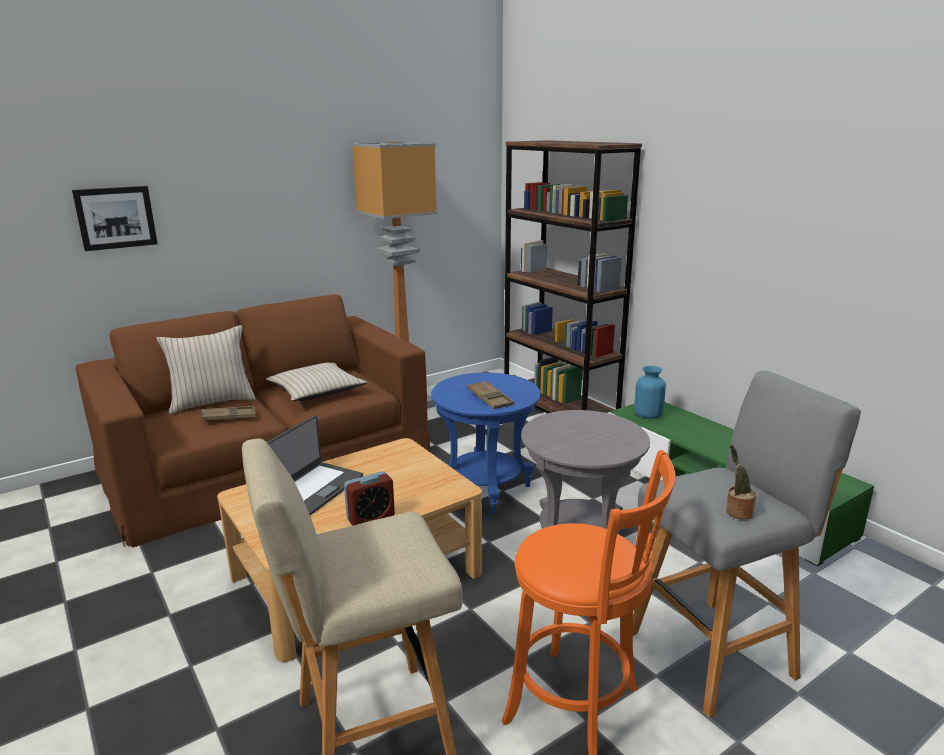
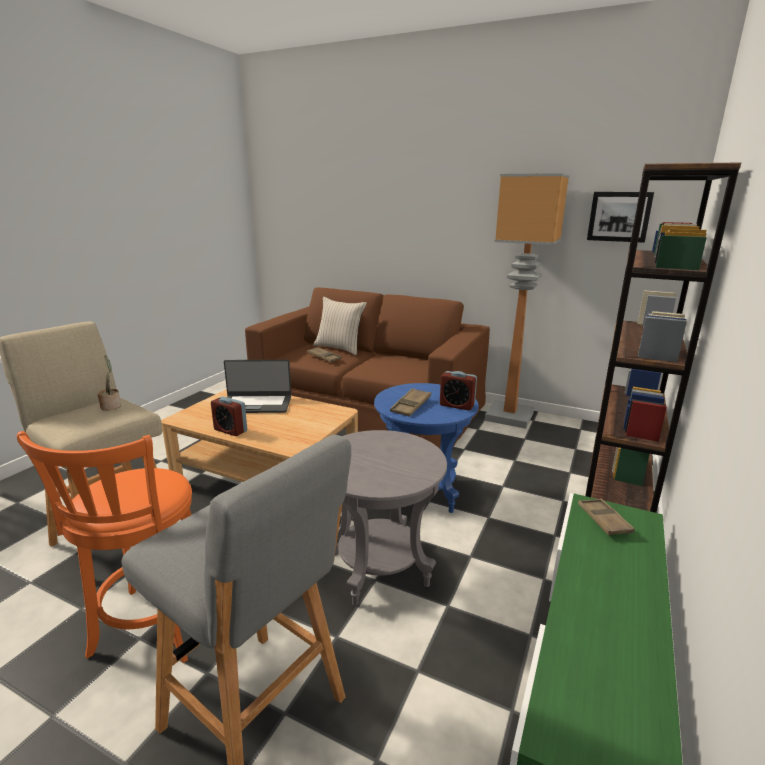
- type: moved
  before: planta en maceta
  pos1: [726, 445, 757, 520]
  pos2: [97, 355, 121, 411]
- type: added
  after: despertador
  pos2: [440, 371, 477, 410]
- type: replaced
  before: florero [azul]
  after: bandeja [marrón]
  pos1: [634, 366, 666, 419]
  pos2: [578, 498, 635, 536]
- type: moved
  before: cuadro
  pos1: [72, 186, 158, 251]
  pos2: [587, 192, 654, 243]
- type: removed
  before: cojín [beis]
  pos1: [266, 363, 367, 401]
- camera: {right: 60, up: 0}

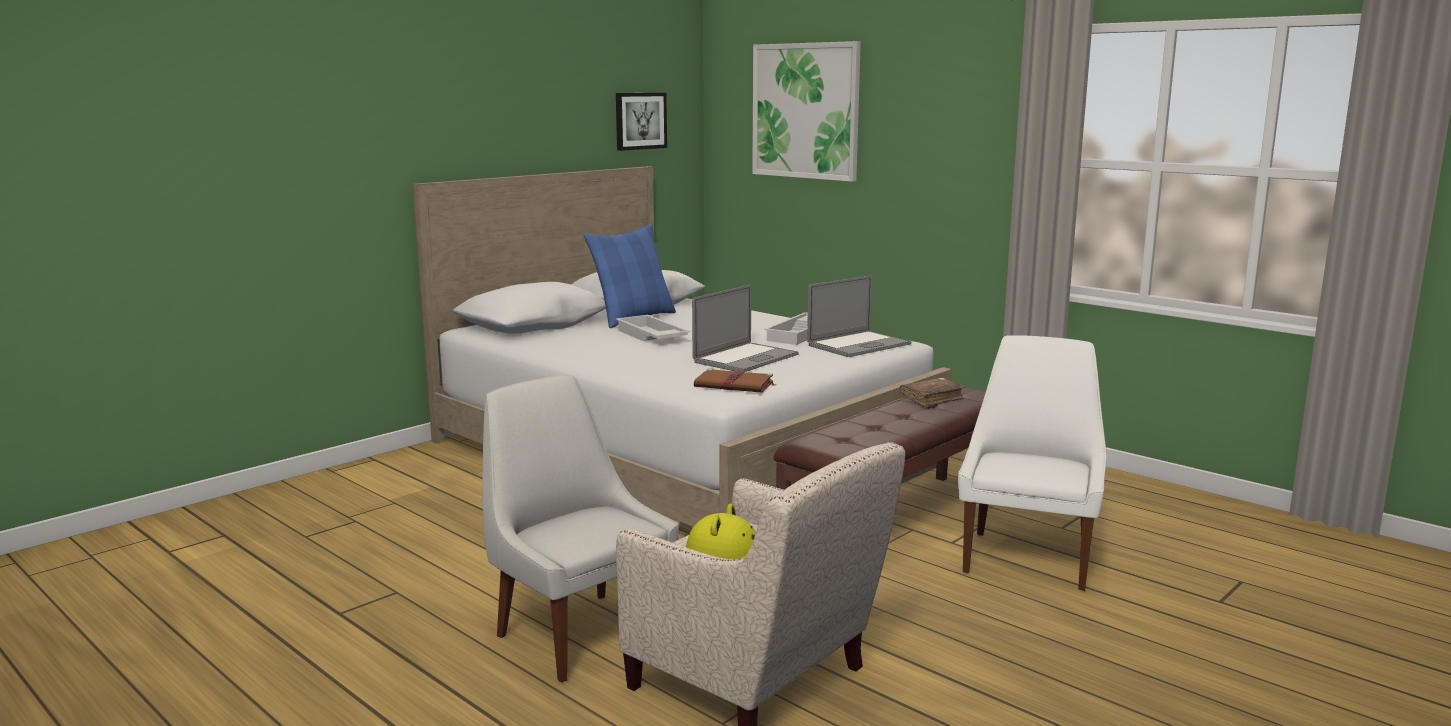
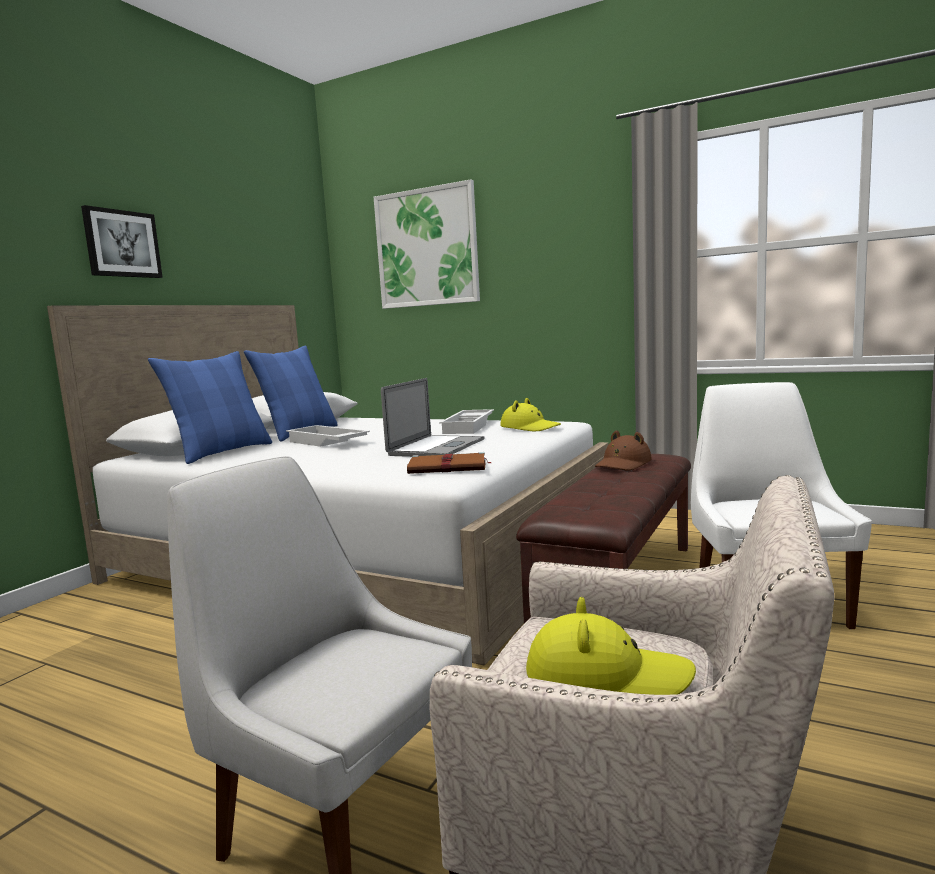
- type: moved
  before: cuadro
  pos1: [616, 93, 667, 151]
  pos2: [81, 205, 163, 278]
- type: added
  after: cojín [azul]
  pos2: [148, 351, 272, 464]
- type: replaced
  before: portátil
  after: sombrero [amarillo]
  pos1: [807, 275, 911, 357]
  pos2: [500, 398, 561, 431]
- type: replaced
  before: libro [marrón]
  after: sombrero [marrón]
  pos1: [900, 377, 965, 408]
  pos2: [595, 430, 652, 471]
- camera: {right: -15, up: -5}

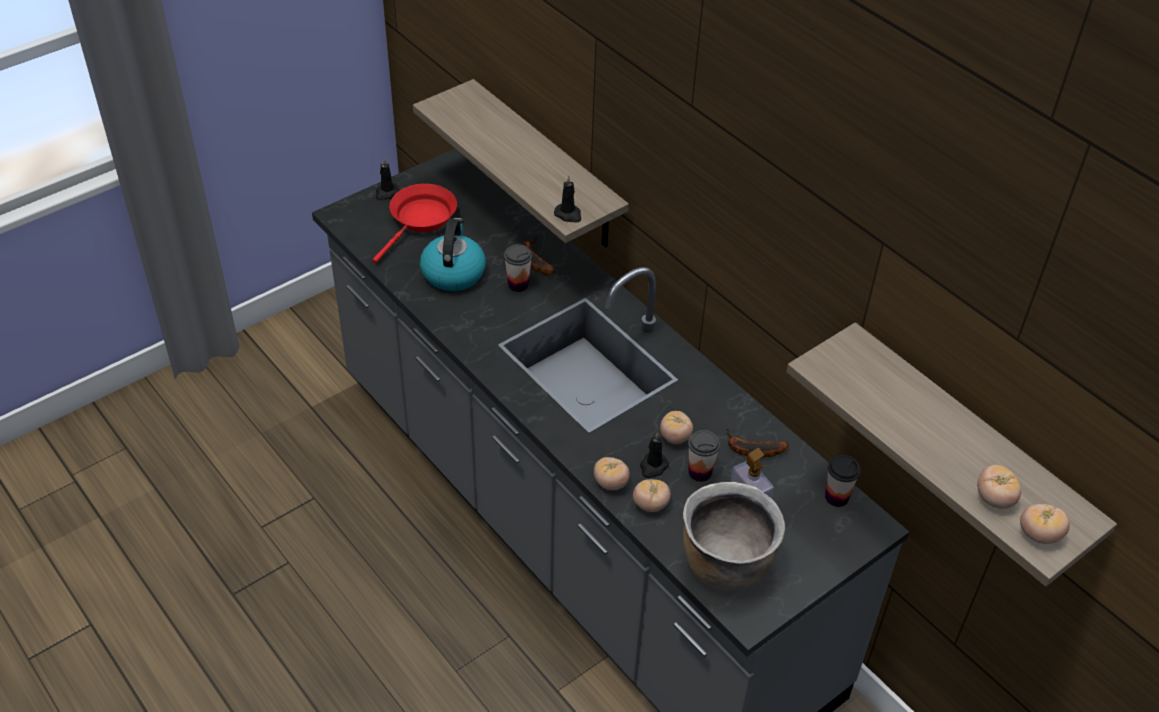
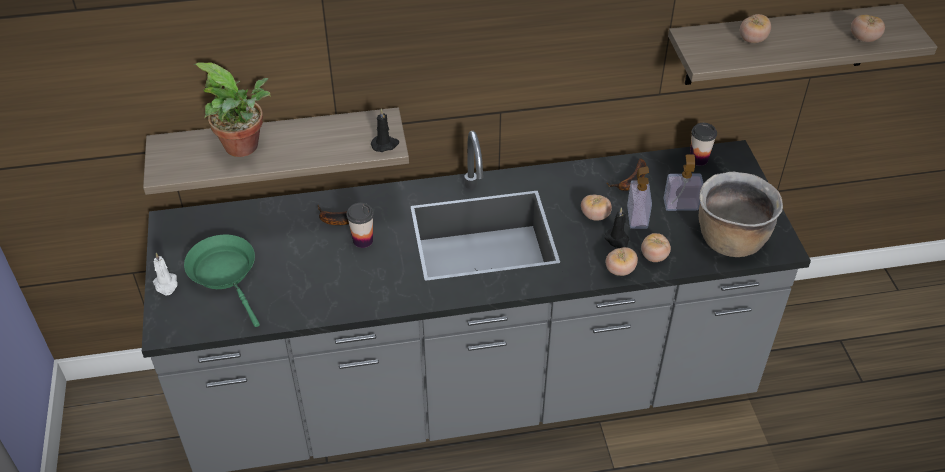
- type: recoloured
  before: vela [negro]
  after: vela [blanco]
  pos1: [376, 158, 400, 200]
  pos2: [153, 253, 178, 295]
- type: recoloured
  before: sartén [rojo]
  after: sartén [verde]
  pos1: [372, 184, 457, 263]
  pos2: [184, 235, 260, 327]
- type: added
  after: planta en maceta
  pos2: [193, 62, 271, 157]
- type: replaced
  before: taza
  after: dispensador de jabón
  pos1: [688, 430, 720, 482]
  pos2: [627, 166, 652, 229]
- type: moved
  before: tomate
  pos1: [1020, 504, 1070, 544]
  pos2: [740, 14, 771, 43]
- type: removed
  before: hervidor
  pos1: [420, 218, 486, 291]
- camera: {right: -60, up: 0}

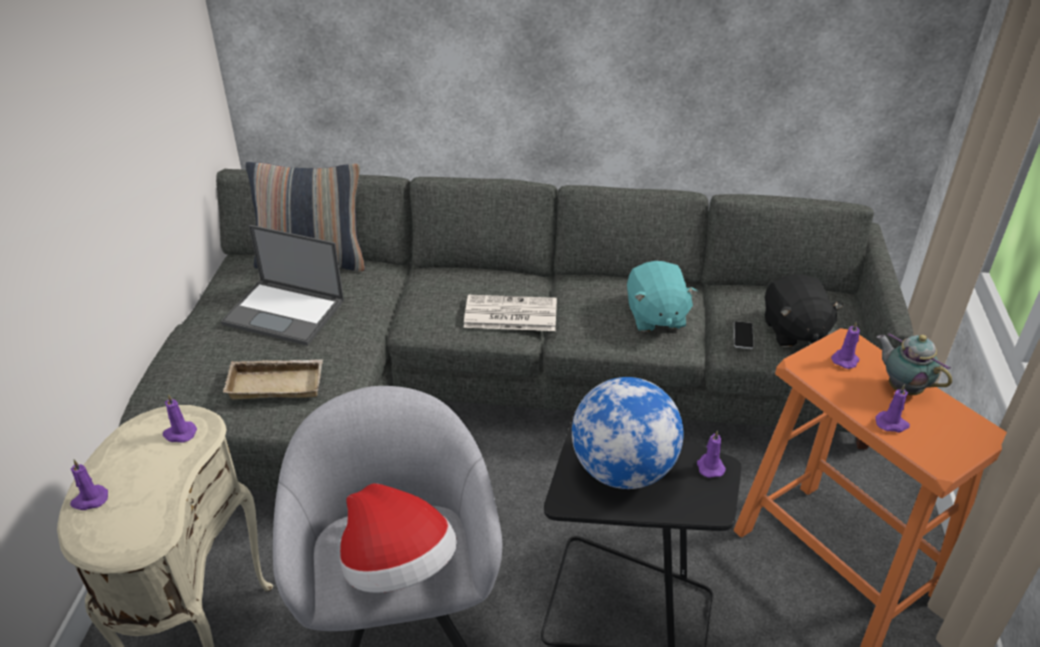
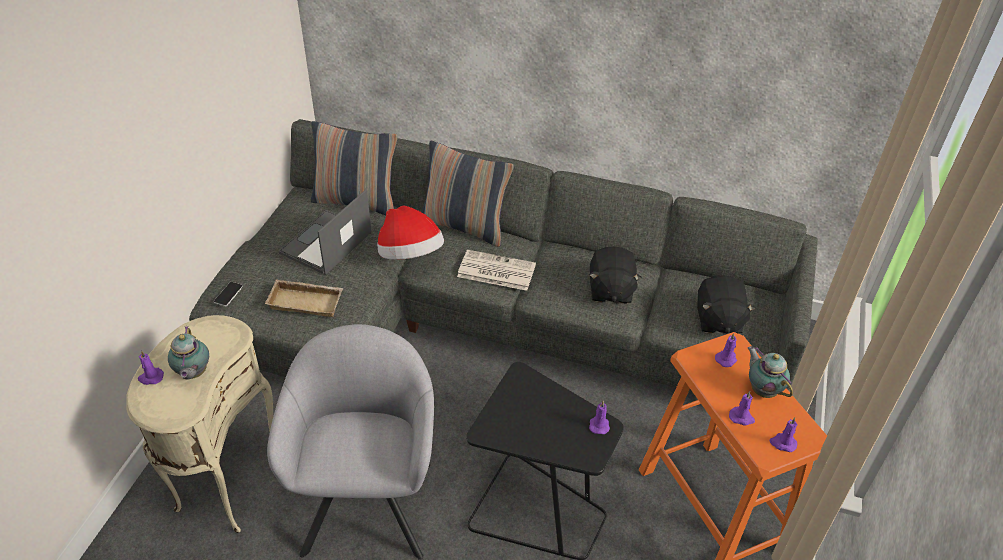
- type: added
  after: tetera
  pos2: [168, 326, 209, 379]
- type: moved
  before: móvil
  pos1: [734, 321, 754, 349]
  pos2: [214, 282, 243, 307]
- type: turned
  before: portátil
  pos1: [221, 225, 344, 346]
  pos2: [279, 189, 371, 275]
  turn: 90
- type: moved
  before: sombrero
  pos1: [340, 483, 457, 593]
  pos2: [377, 206, 444, 260]
- type: added
  after: cojín
  pos2: [422, 141, 514, 247]
- type: recoloured
  before: peluche [turquesa]
  after: peluche [negro]
  pos1: [627, 261, 698, 332]
  pos2: [590, 246, 642, 304]
- type: moved
  before: vela [morado]
  pos1: [163, 394, 197, 443]
  pos2: [769, 417, 798, 452]
- type: removed
  before: globo terráqueo
  pos1: [572, 377, 684, 489]
- camera: {right: 10, up: 5}

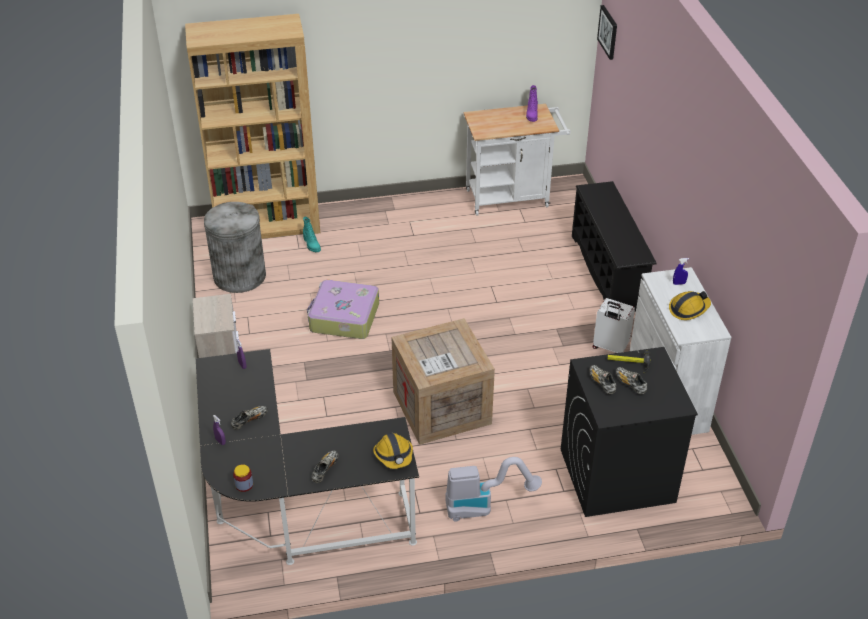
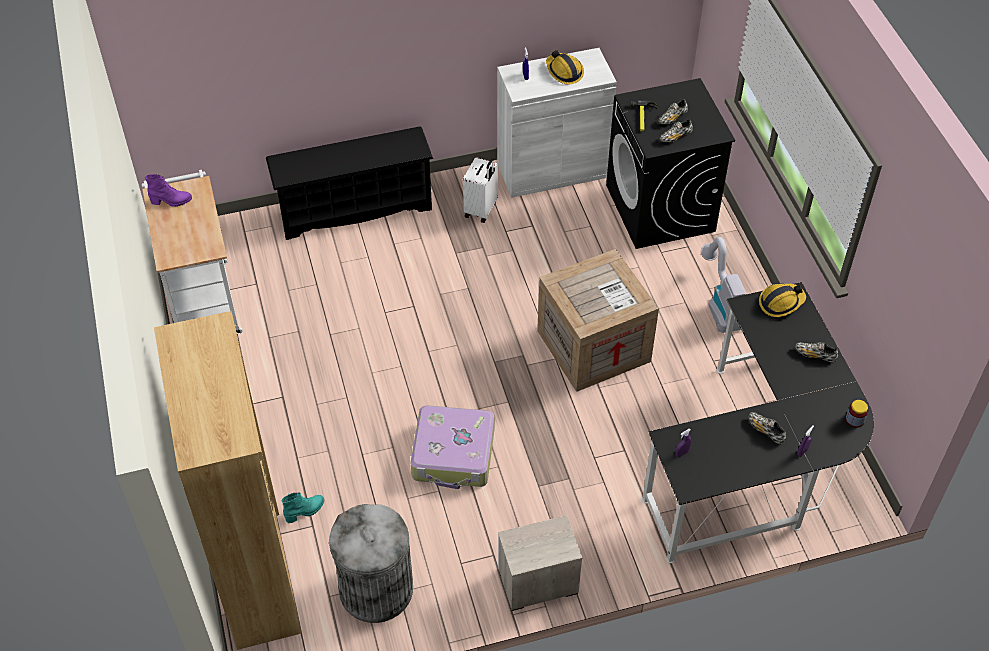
- type: removed
  before: cuadro
  pos1: [597, 5, 617, 60]
- camera: {right: -95, up: 10}

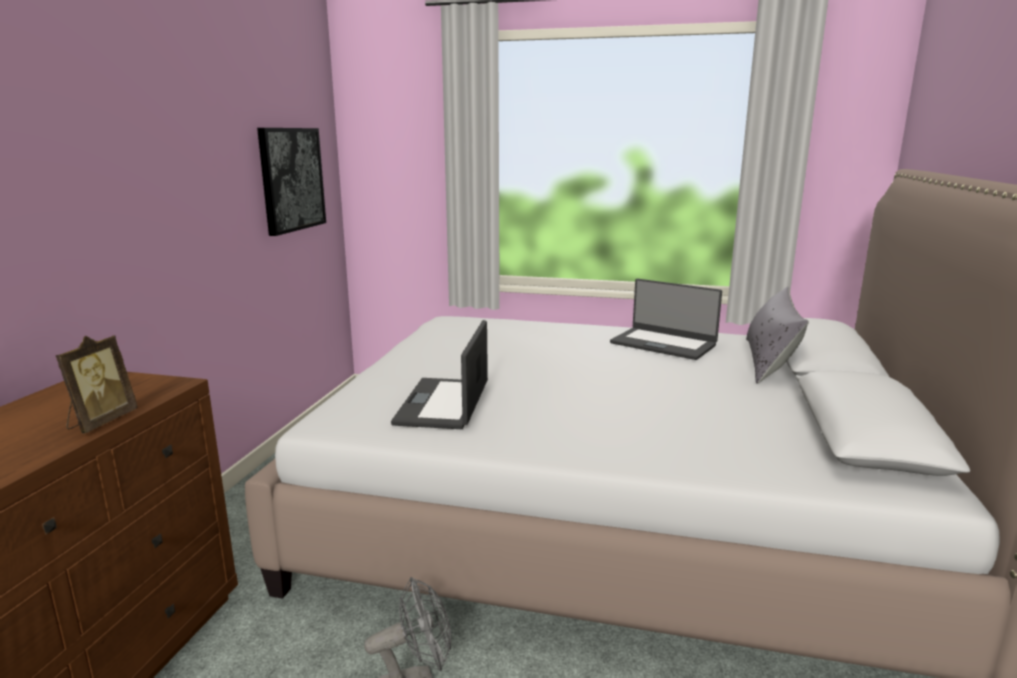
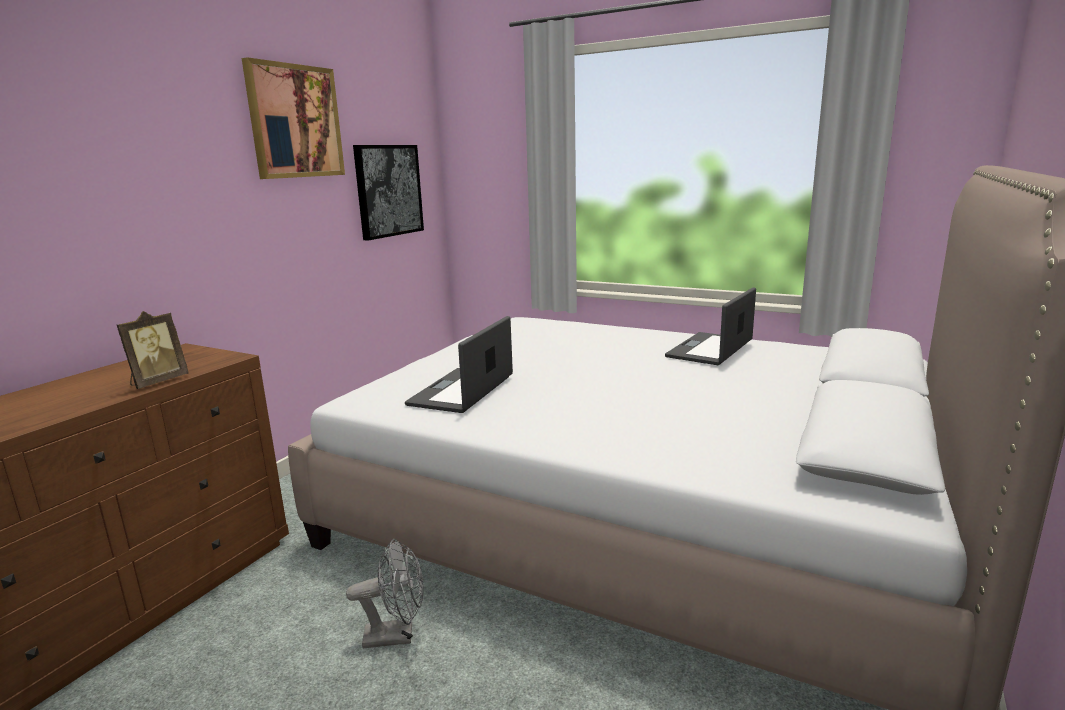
- type: added
  after: cuadro
  pos2: [242, 57, 345, 179]
- type: turned
  before: portátil
  pos1: [610, 279, 722, 360]
  pos2: [665, 287, 756, 365]
  turn: 75
- type: removed
  before: cojín [gris]
  pos1: [746, 287, 809, 384]
- camera: {right: 15, up: 0}

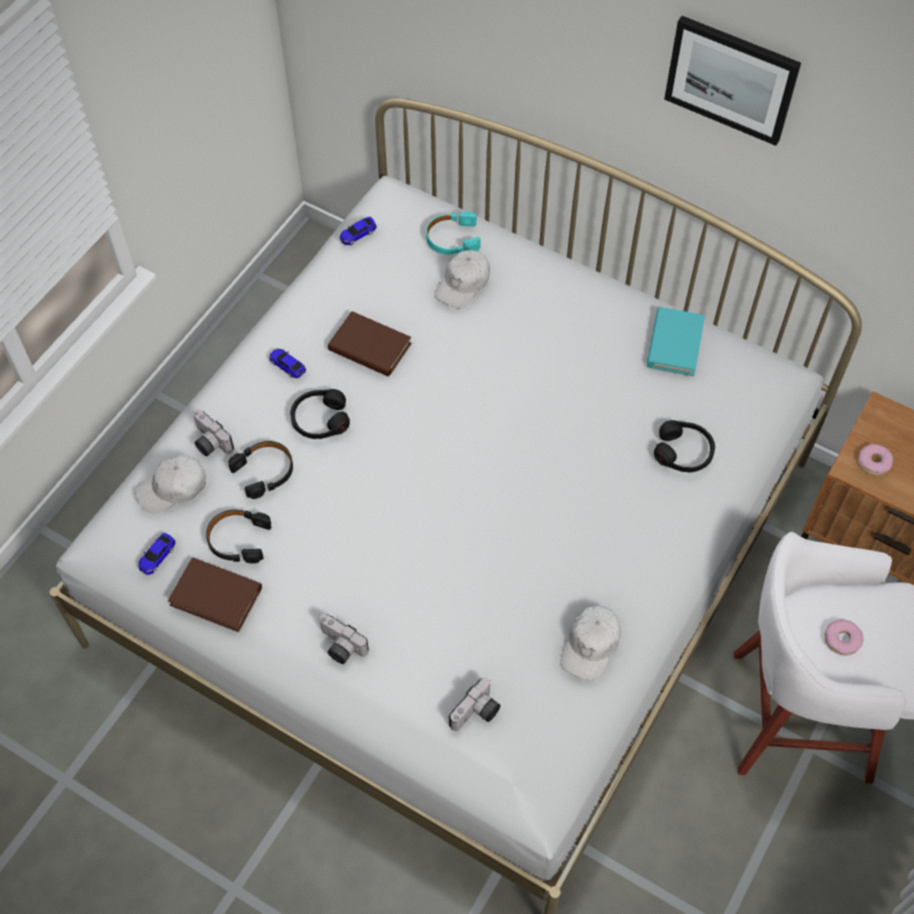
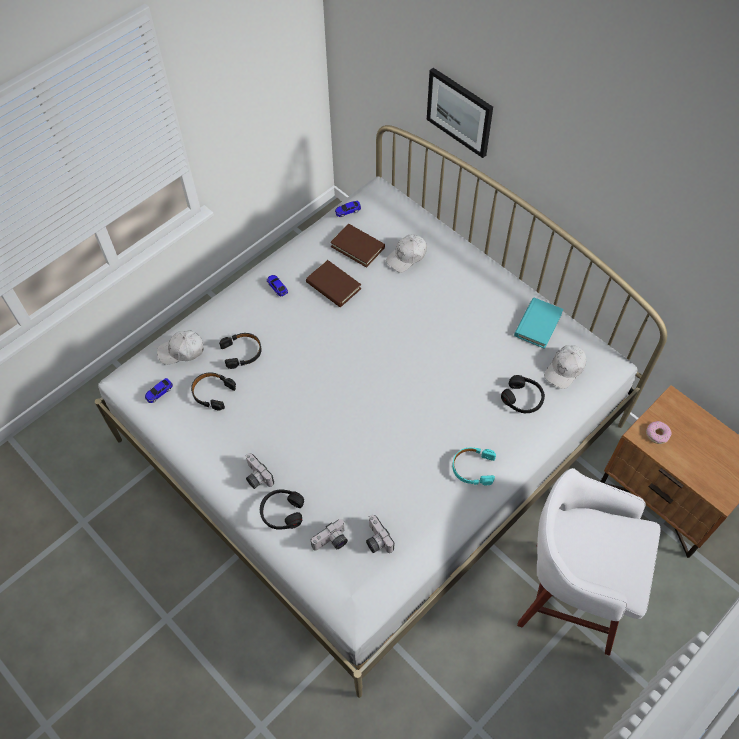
- type: moved
  before: auriculares [negro]
  pos1: [290, 389, 350, 439]
  pos2: [260, 489, 304, 530]
- type: moved
  before: libro [marrón]
  pos1: [168, 558, 262, 632]
  pos2: [330, 224, 385, 268]
- type: moved
  before: cámara
  pos1: [193, 409, 234, 456]
  pos2: [366, 515, 394, 553]
- type: moved
  before: cuadro
  pos1: [664, 16, 801, 146]
  pos2: [427, 68, 493, 158]
- type: moved
  before: auriculares [turquesa]
  pos1: [426, 211, 481, 254]
  pos2: [452, 448, 496, 485]
- type: moved
  before: gorra [blanco]
  pos1: [560, 605, 621, 681]
  pos2: [544, 345, 586, 389]
- type: removed
  before: rosquilla
  pos1: [825, 619, 864, 655]
- camera: {right: 15, up: 0}

